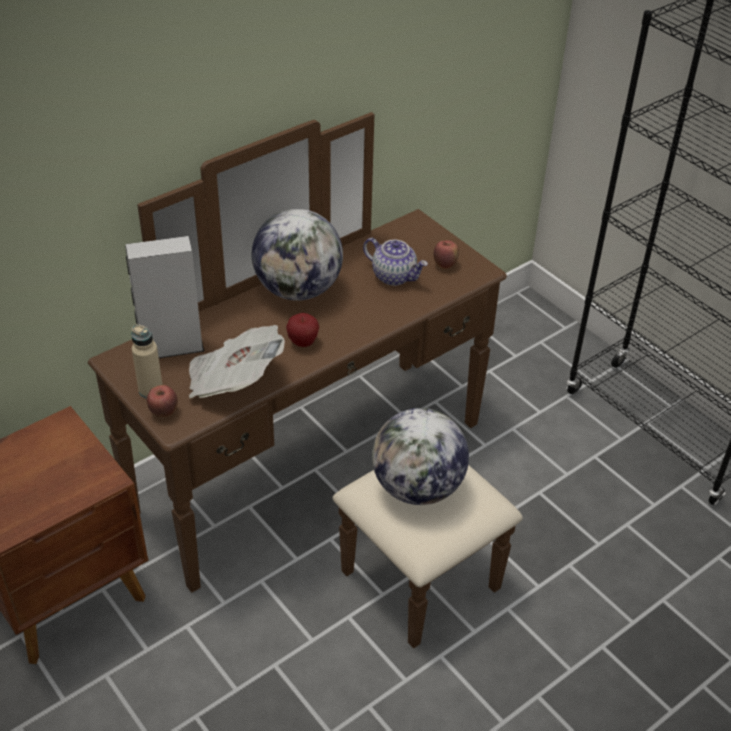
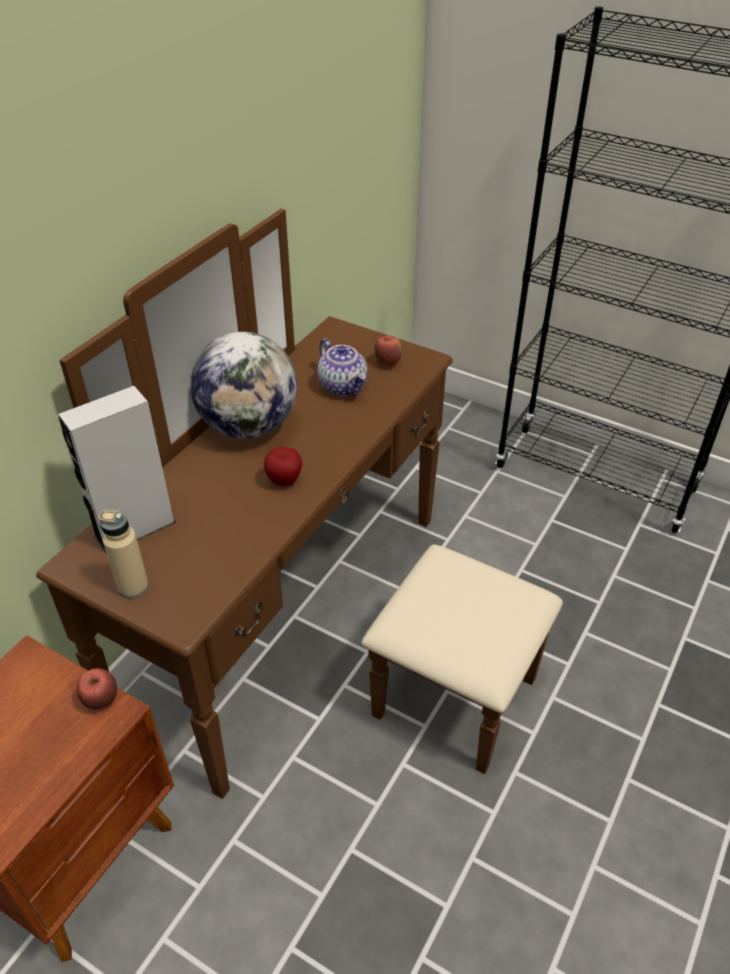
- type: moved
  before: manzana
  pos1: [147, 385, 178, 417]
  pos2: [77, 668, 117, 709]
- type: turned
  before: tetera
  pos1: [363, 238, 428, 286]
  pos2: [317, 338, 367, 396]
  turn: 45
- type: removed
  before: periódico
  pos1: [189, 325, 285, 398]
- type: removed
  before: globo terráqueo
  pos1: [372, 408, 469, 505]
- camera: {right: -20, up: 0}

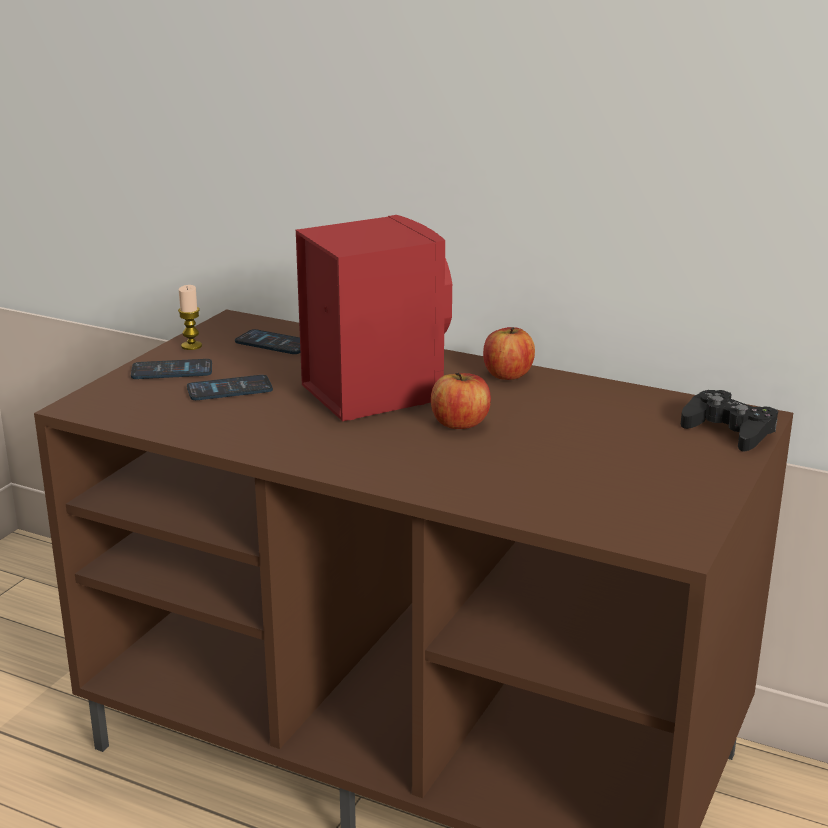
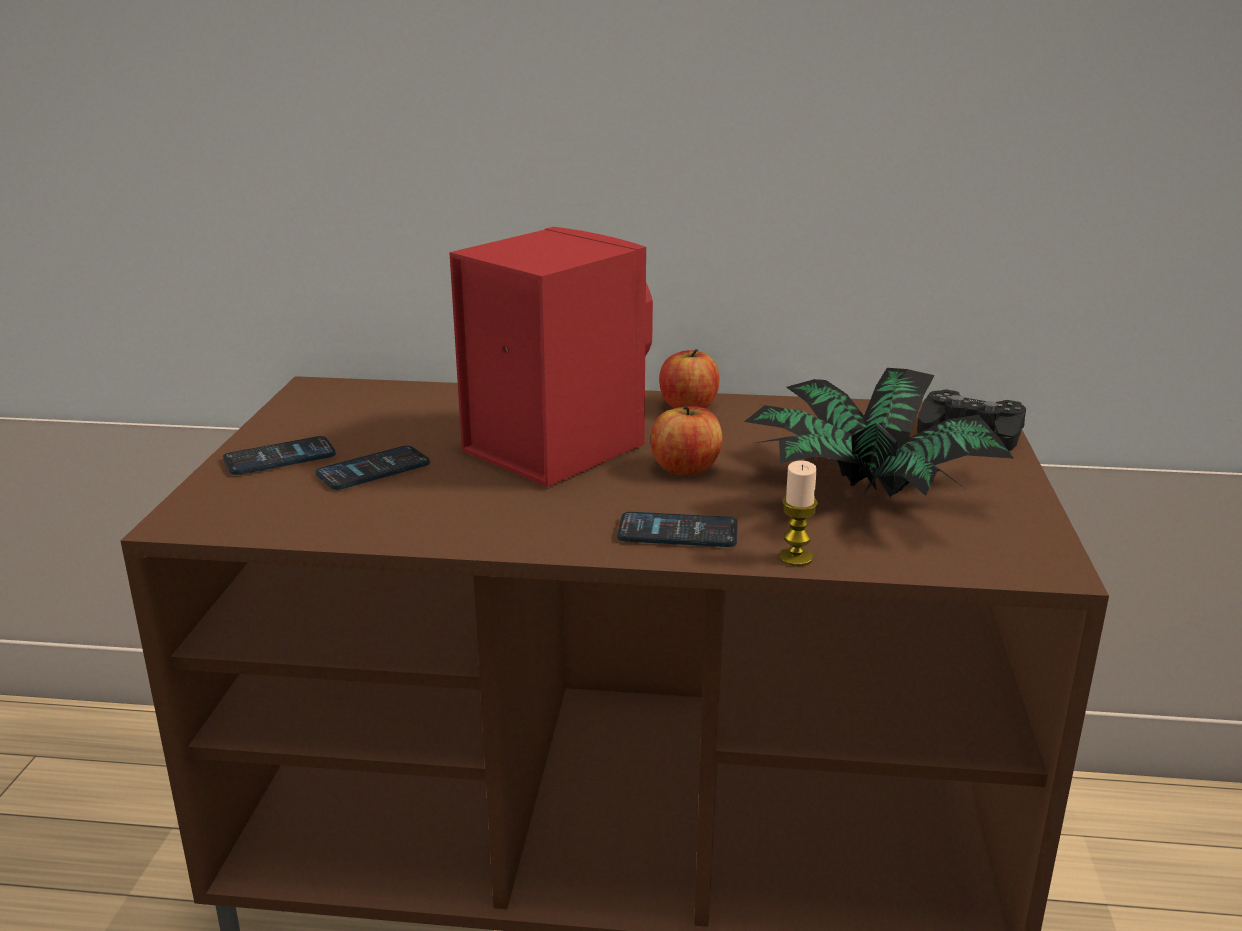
- type: moved
  before: móvil
  pos1: [235, 329, 300, 354]
  pos2: [617, 512, 738, 547]
- type: added
  after: planta en maceta
  pos2: [744, 368, 1014, 497]
- type: moved
  before: vela
  pos1: [178, 285, 202, 350]
  pos2: [779, 461, 818, 566]
- camera: {right: -20, up: 0}

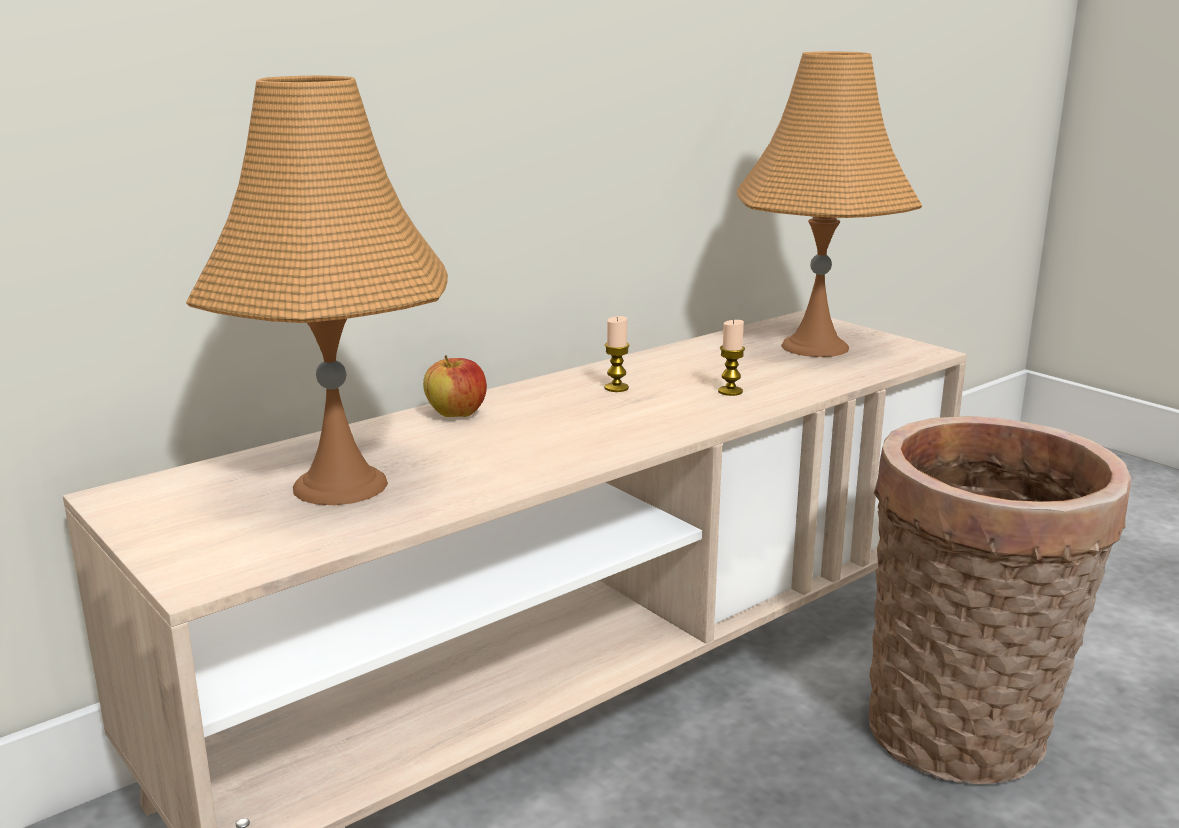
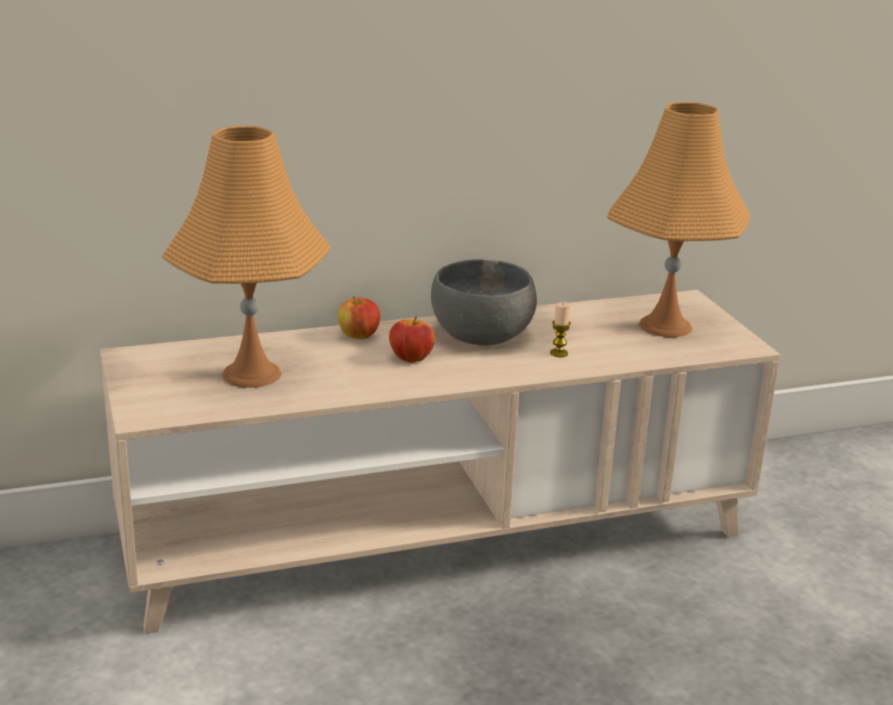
- type: added
  after: manzana
  pos2: [389, 316, 435, 363]
- type: replaced
  before: vela
  after: cuenco [gris]
  pos1: [605, 316, 630, 392]
  pos2: [431, 259, 537, 346]
- type: removed
  before: cesta
  pos1: [869, 416, 1131, 784]
- camera: {right: 20, up: 5}

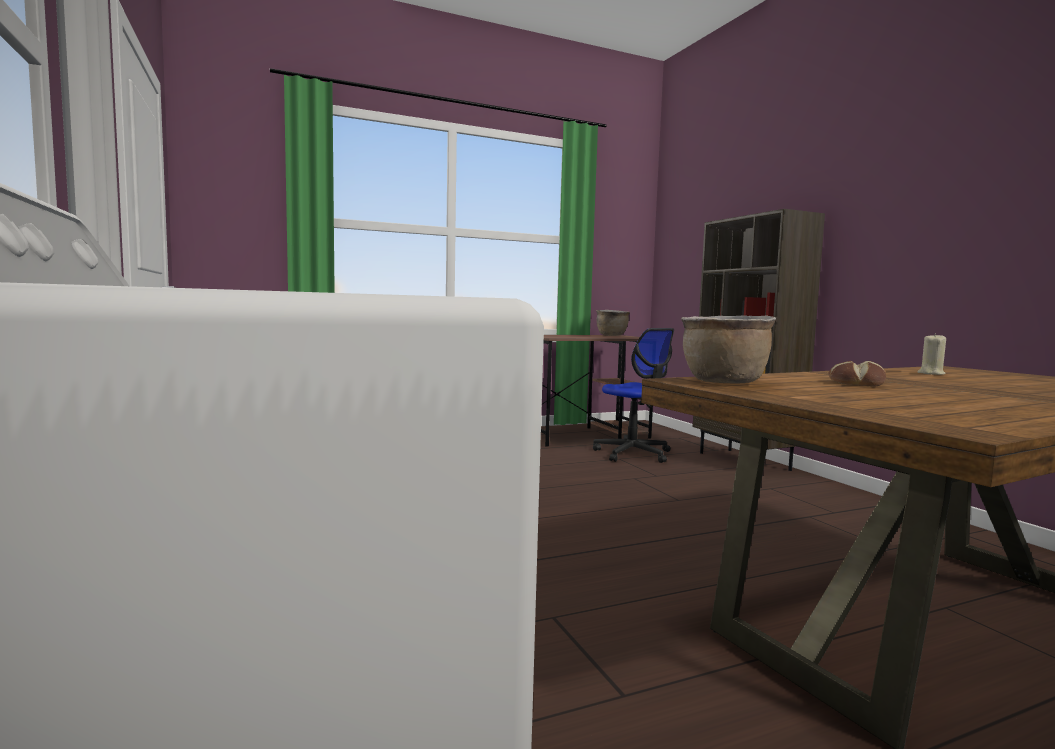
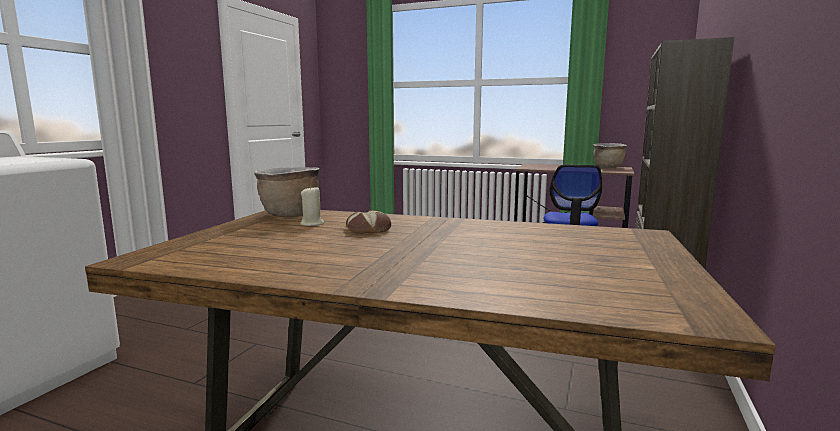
- type: moved
  before: vela [beis]
  pos1: [917, 333, 946, 375]
  pos2: [300, 186, 324, 226]
- camera: {right: 45, up: 5}

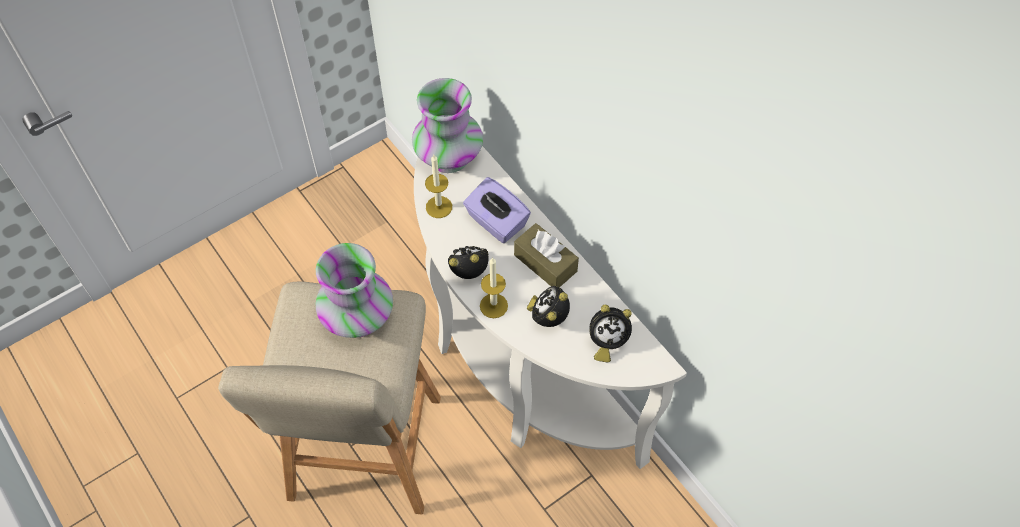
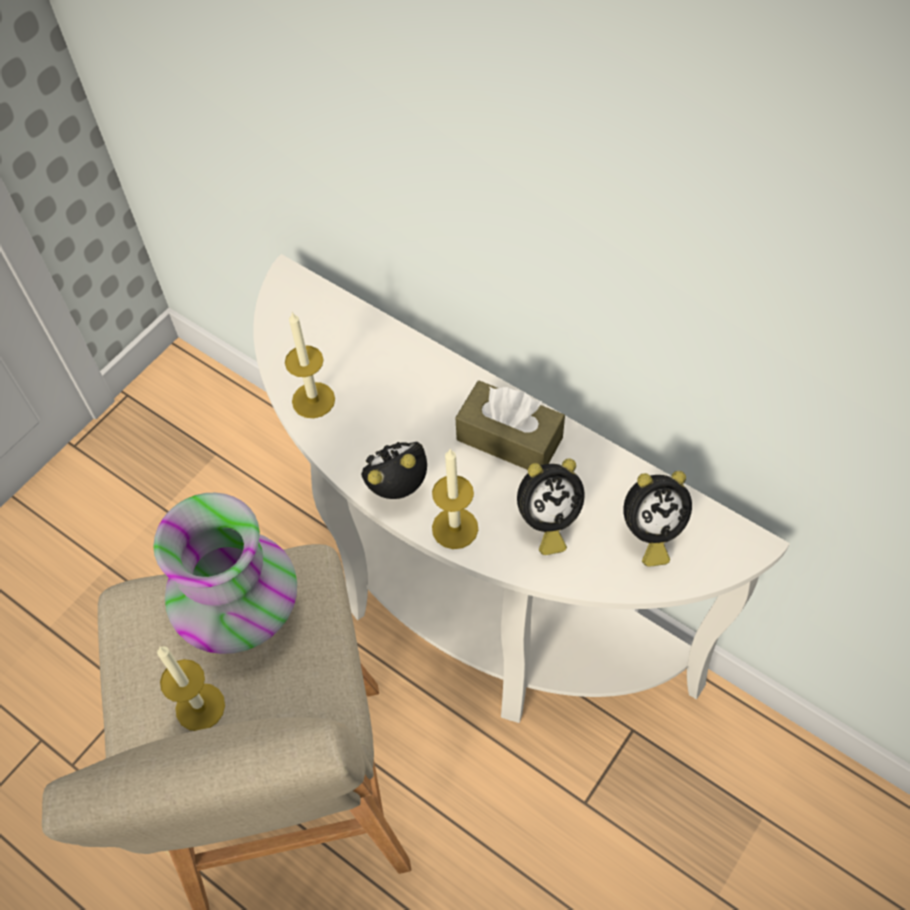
- type: added
  after: vela
  pos2: [157, 646, 225, 731]
- type: turned
  before: despertador
  pos1: [527, 286, 570, 327]
  pos2: [517, 458, 585, 555]
  turn: -120
- type: removed
  before: florero
  pos1: [412, 78, 483, 173]
- type: removed
  before: caja de pañuelos [morado]
  pos1: [463, 177, 531, 243]
- camera: {right: -15, up: 0}

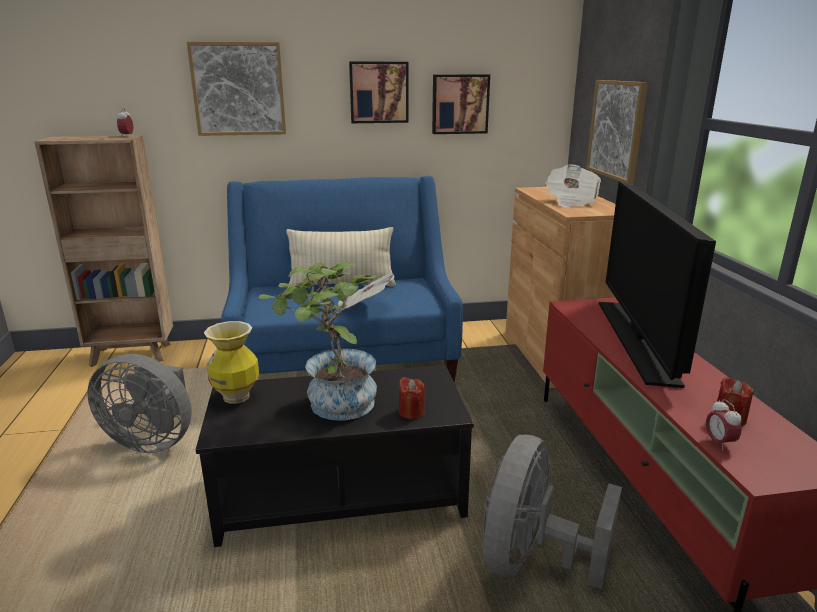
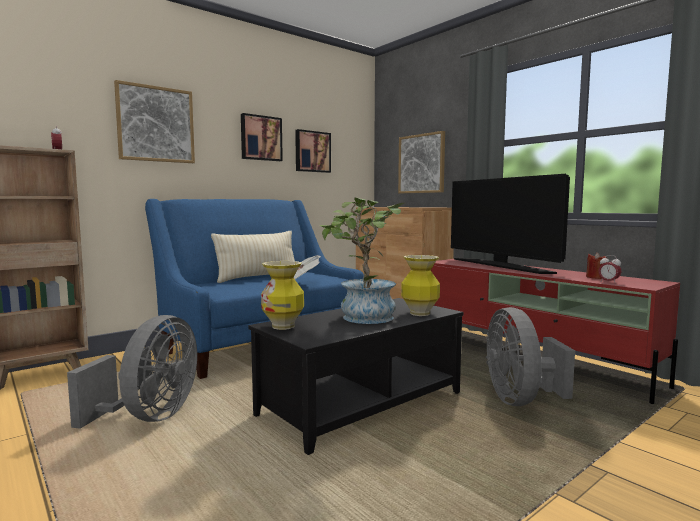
- type: turned
  before: ventilador [gris]
  pos1: [87, 354, 192, 453]
  pos2: [67, 315, 197, 429]
  turn: -60
- type: replaced
  before: vela [rojo]
  after: florero
  pos1: [399, 377, 425, 419]
  pos2: [401, 255, 440, 316]
- type: removed
  before: periódico
  pos1: [545, 164, 601, 207]
- camera: {right: -30, up: -15}

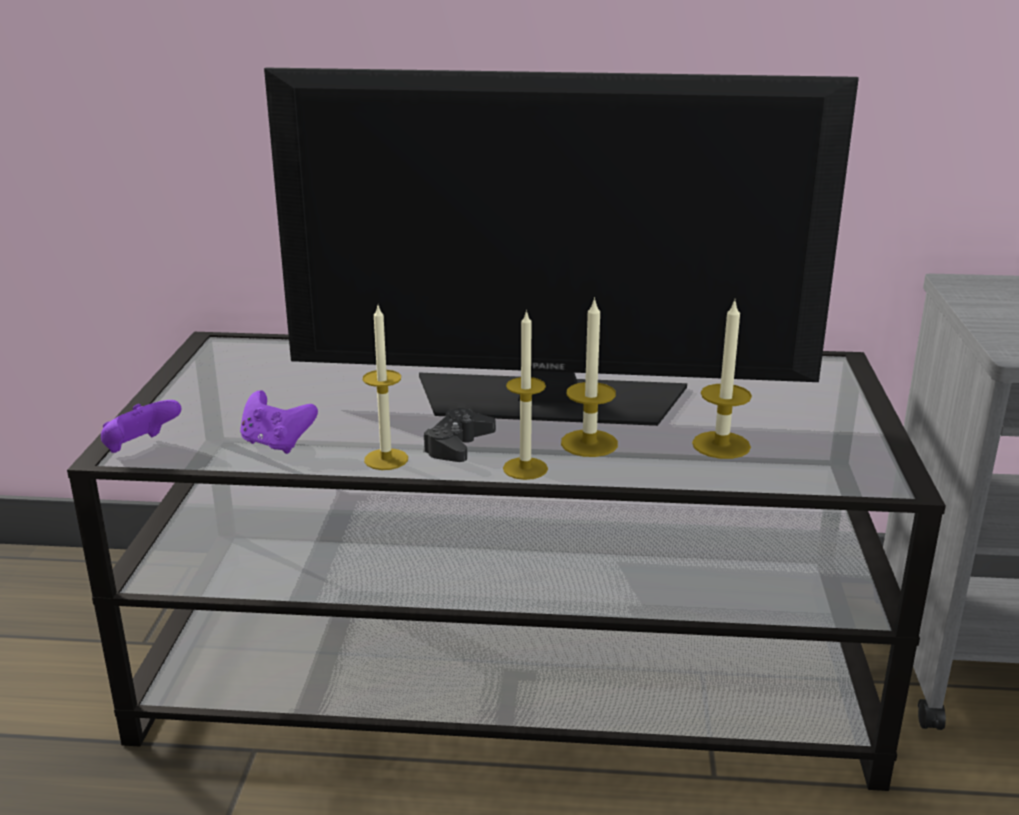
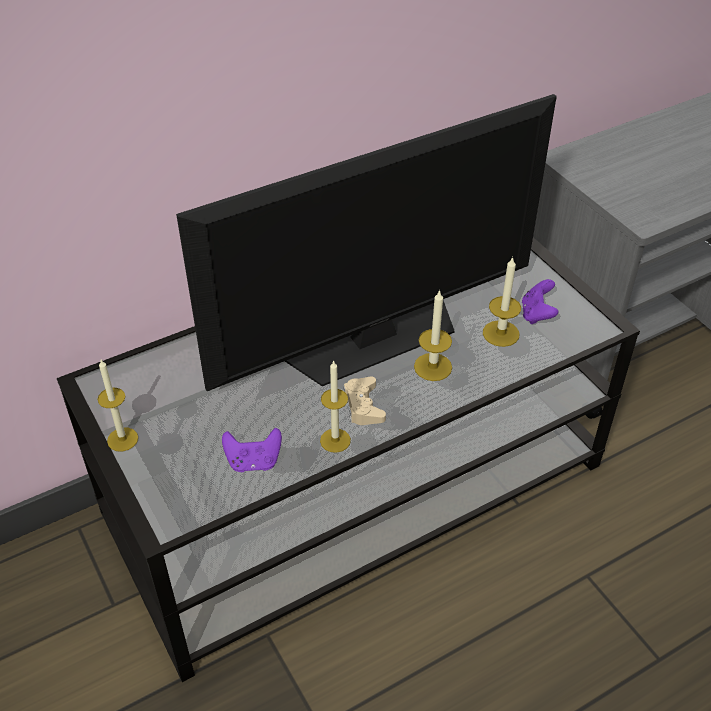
- type: moved
  before: vela
  pos1: [503, 310, 548, 480]
  pos2: [98, 360, 138, 451]
- type: recoloured
  before: mando de consola [negro]
  after: mando de consola [beis]
  pos1: [423, 408, 496, 462]
  pos2: [343, 377, 386, 425]
- type: moved
  before: mando de consola [morado]
  pos1: [101, 400, 181, 453]
  pos2: [522, 279, 558, 324]
- camera: {right: -35, up: 20}

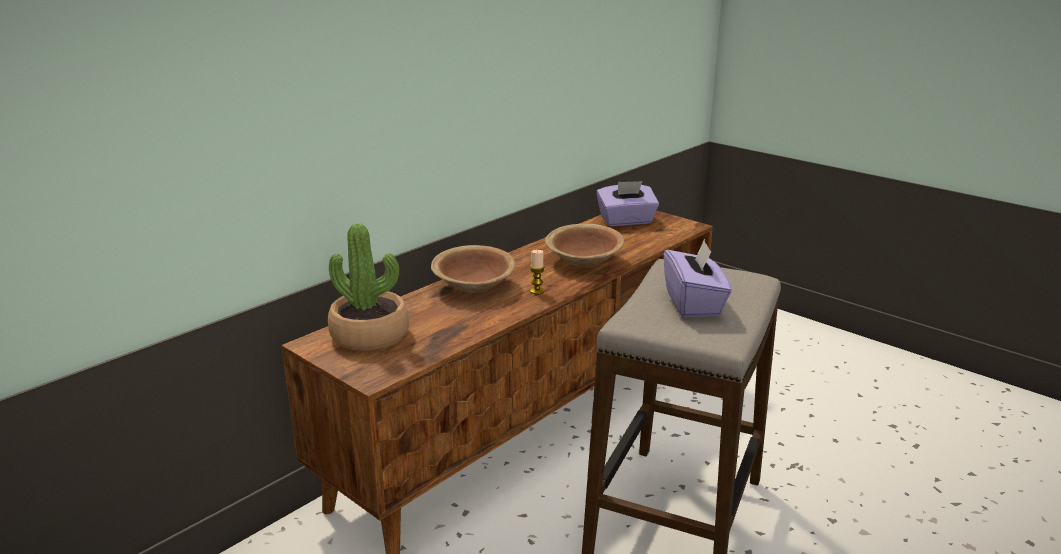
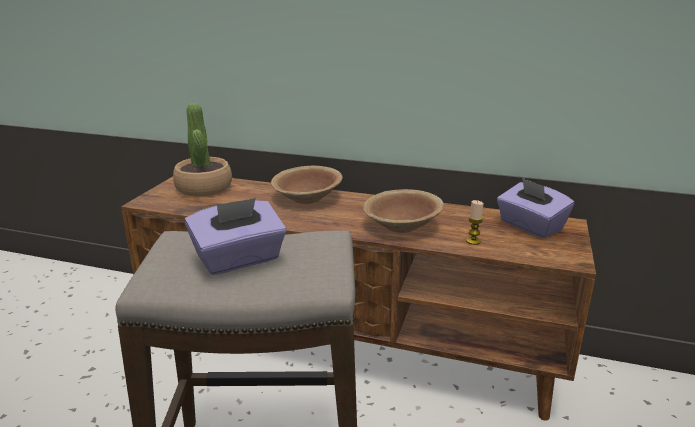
- type: moved
  before: vela
  pos1: [530, 250, 545, 294]
  pos2: [466, 200, 484, 245]
- camera: {right: 65, up: 0}

